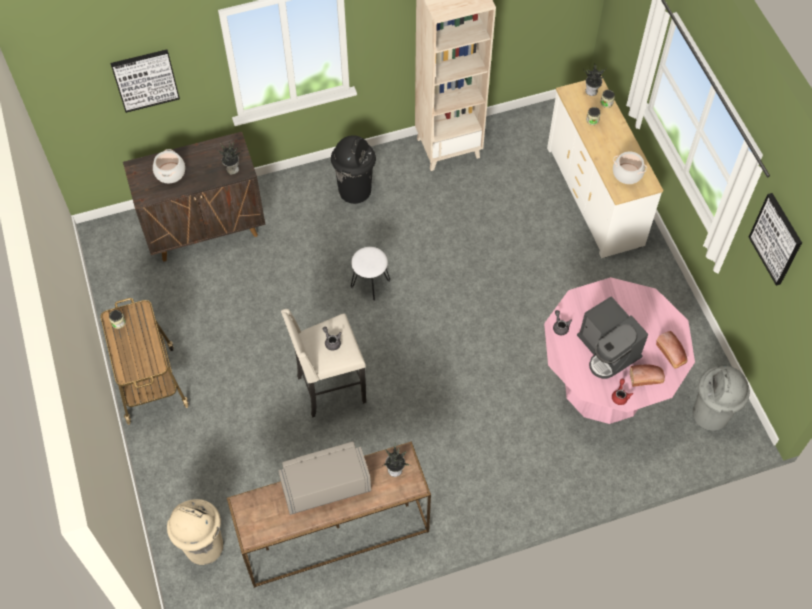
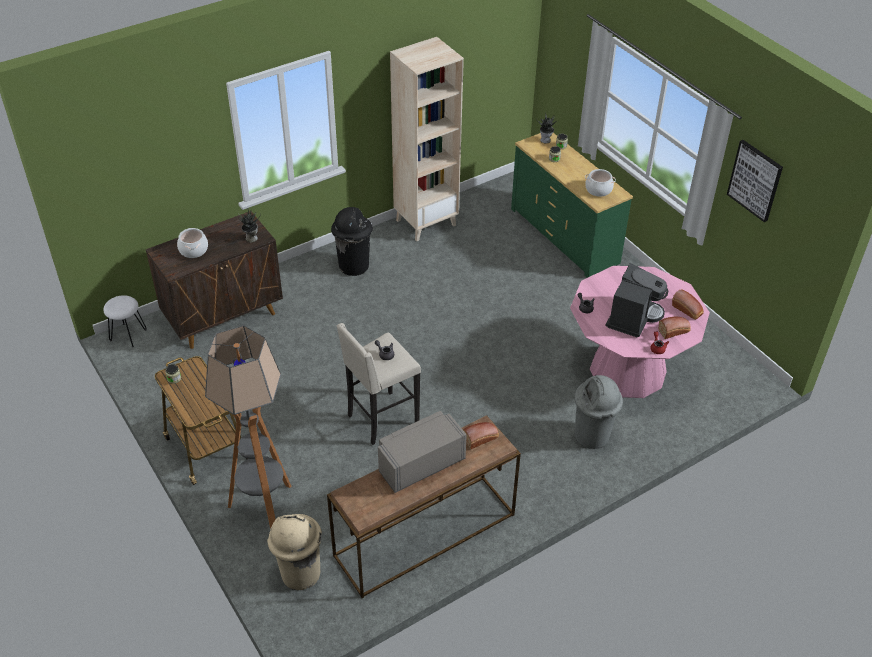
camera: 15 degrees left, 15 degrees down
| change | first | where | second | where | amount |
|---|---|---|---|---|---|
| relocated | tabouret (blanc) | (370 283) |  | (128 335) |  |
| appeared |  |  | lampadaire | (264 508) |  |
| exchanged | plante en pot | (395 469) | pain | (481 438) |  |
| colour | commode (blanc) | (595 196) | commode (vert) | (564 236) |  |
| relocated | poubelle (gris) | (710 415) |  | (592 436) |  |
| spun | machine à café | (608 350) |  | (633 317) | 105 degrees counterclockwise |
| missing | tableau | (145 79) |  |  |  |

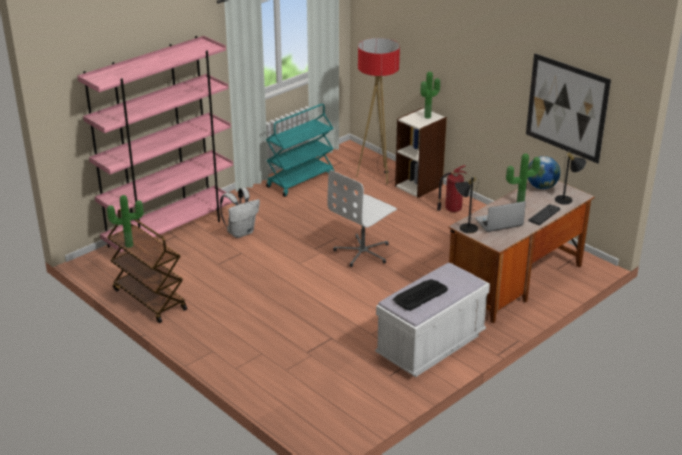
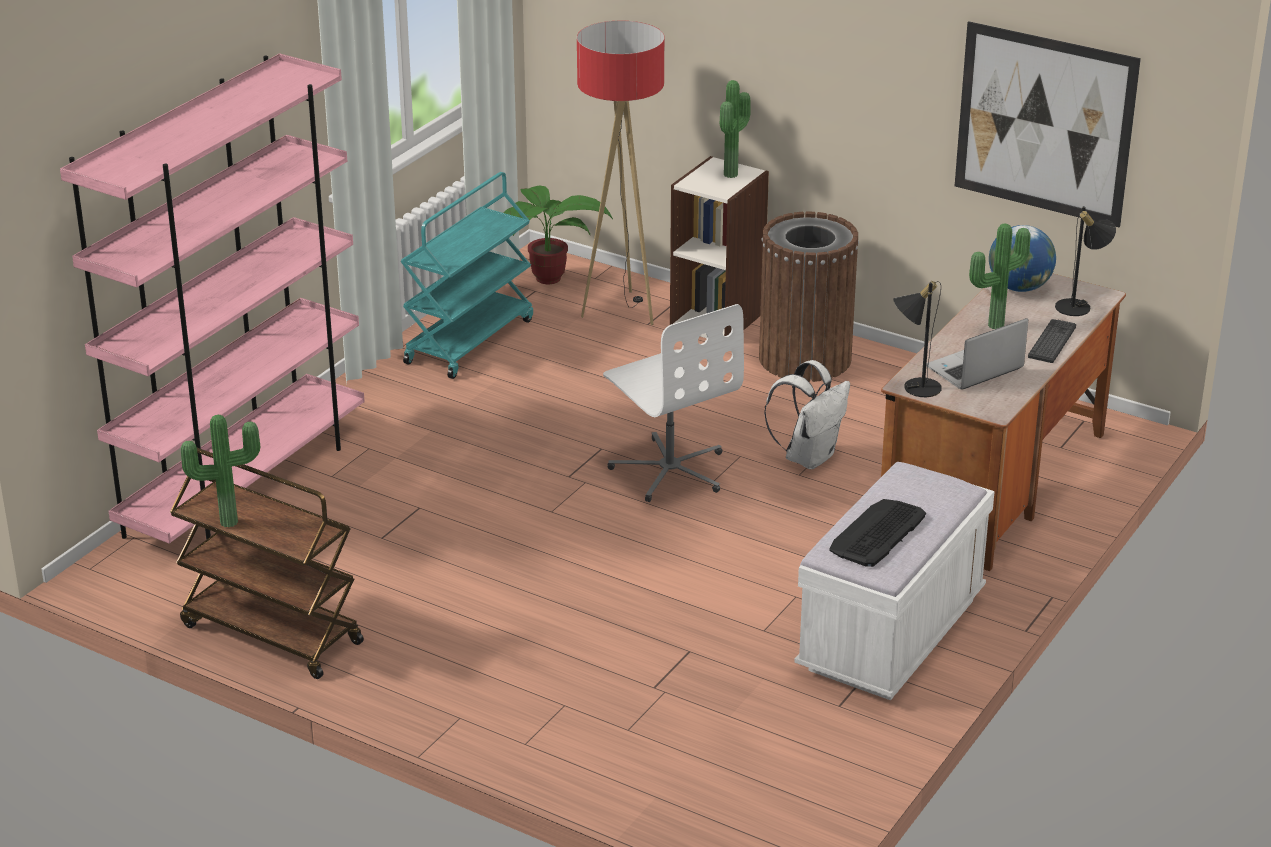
camera: 15 degrees left, 0 degrees up
| change | first | where | second | where | amount |
|---|---|---|---|---|---|
| appeared |  |  | plante en pot | (547 281) |  |
| spun | chaise de bureau (blanc) | (363 252) |  | (670 470) | 60 degrees counterclockwise |
| exchanged | extincteur | (452 209) | poubelle (marron) | (805 358) |  |
| relocated | sac à dos (blanc) | (241 232) |  | (809 457) |  |

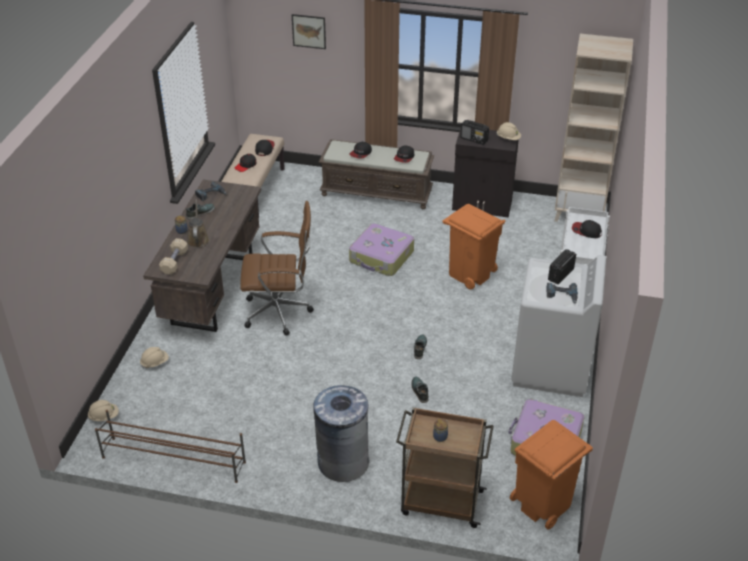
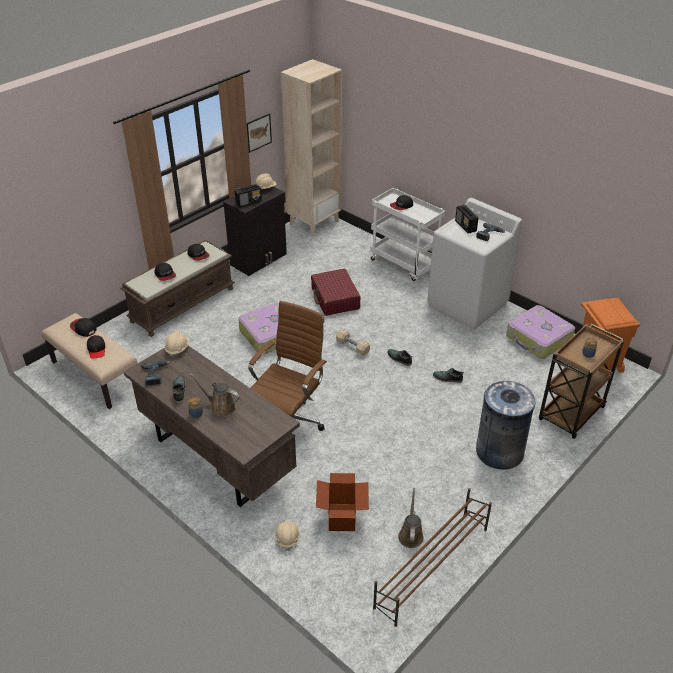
camera: 60 degrees left, 0 degrees up
| change | first | where | second | where | amount |
|---|---|---|---|---|---|
| relocated | casque de chantier (beige) | (104 416) |  | (177 349) |  |
| relocated | tableau | (309 31) |  | (258 132) |  |
| exchanged | poubelle (orange) | (470 274) | valise (rouge) | (335 299) |  |
| appeared |  |  | carton | (342 517) |  |
| relocated | haltère (beige) | (174 262) |  | (352 347) |  |
| appeared |  |  | arrosoir (marron) | (410 534) |  |

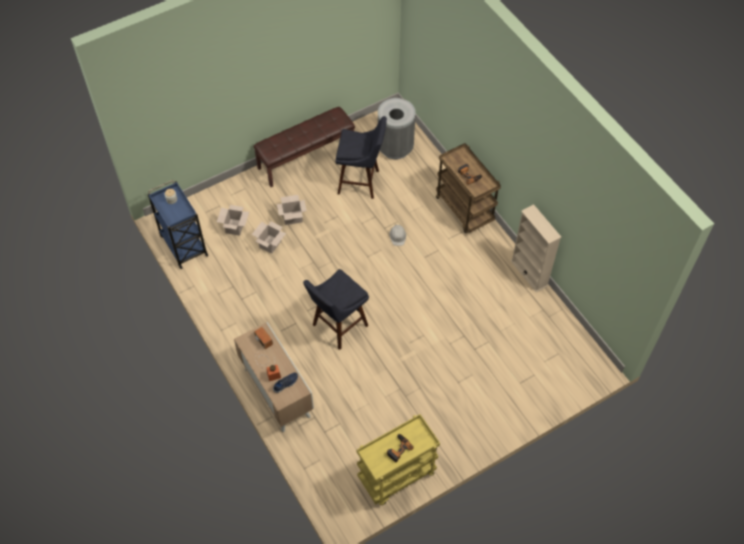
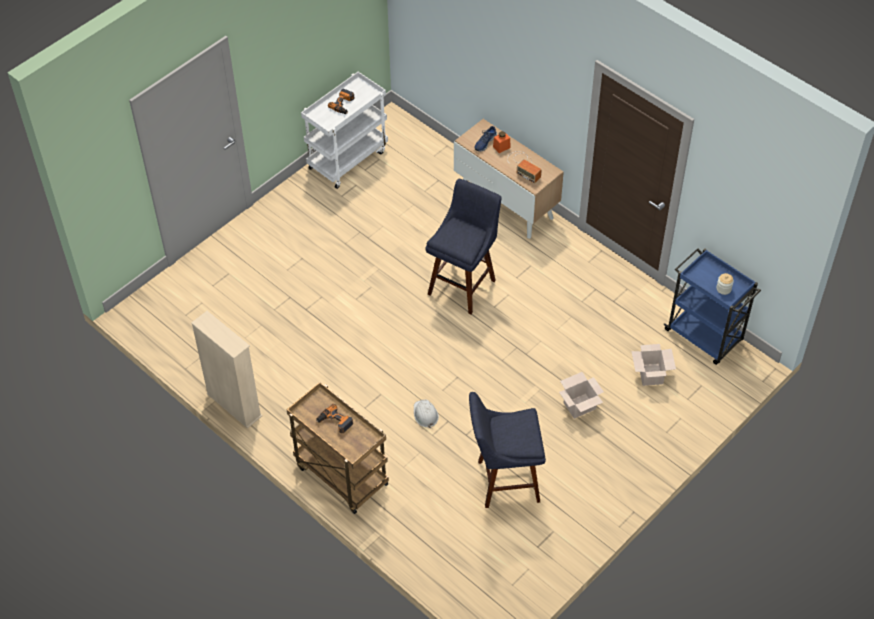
camera: 165 degrees right, 5 degrees down
| change | first | where | second | where | amount |
|---|---|---|---|---|---|
| colour | chariot (jaune) | (396 477) | chariot (blanc) | (347 159) |  |
| missing | carton | (270 243) |  |  |  |
| missing | banc (marron) | (306 157) |  |  |  |
| missing | poubelle (gris) | (395 148) |  |  |  |

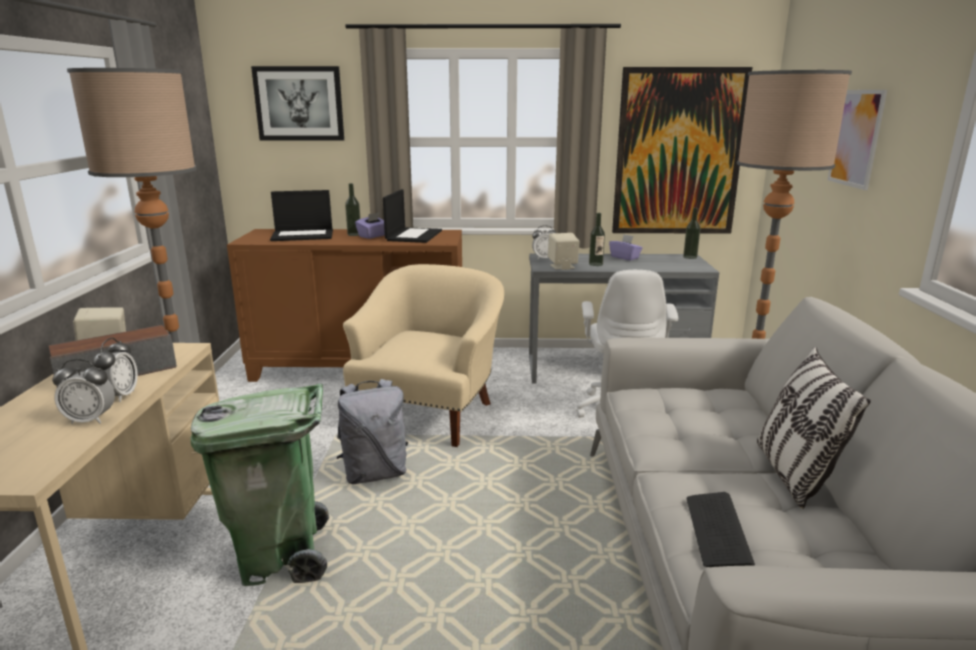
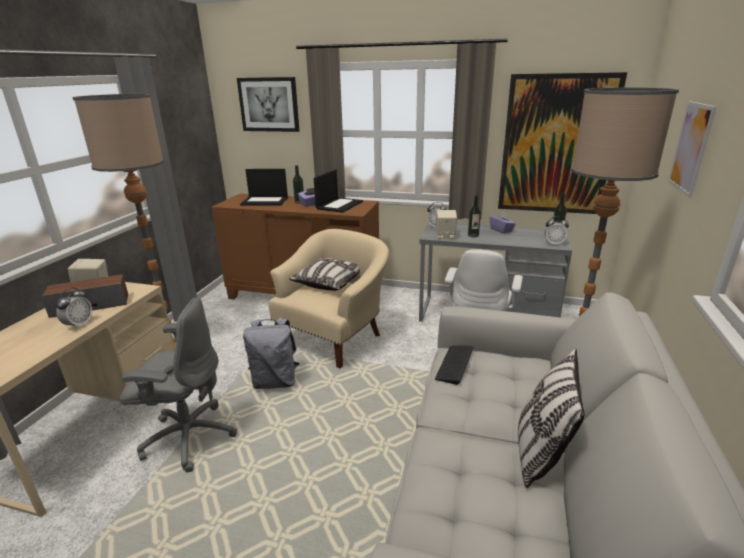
camera: 15 degrees right, 5 degrees up
| change | first | where | second | where | amount |
|---|---|---|---|---|---|
| exchanged | poubelle (vert) | (281 557) | chaise de bureau (gris) | (188 437) |  |
| appeared |  |  | coussin | (329 282) |  |
| relocated | clavier | (717 531) |  | (454 364) |  |
| relocated | réveil | (90 420) |  | (554 243) |  |

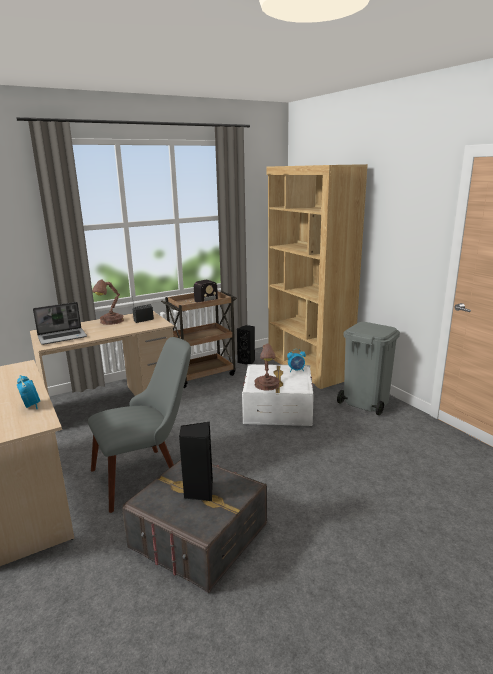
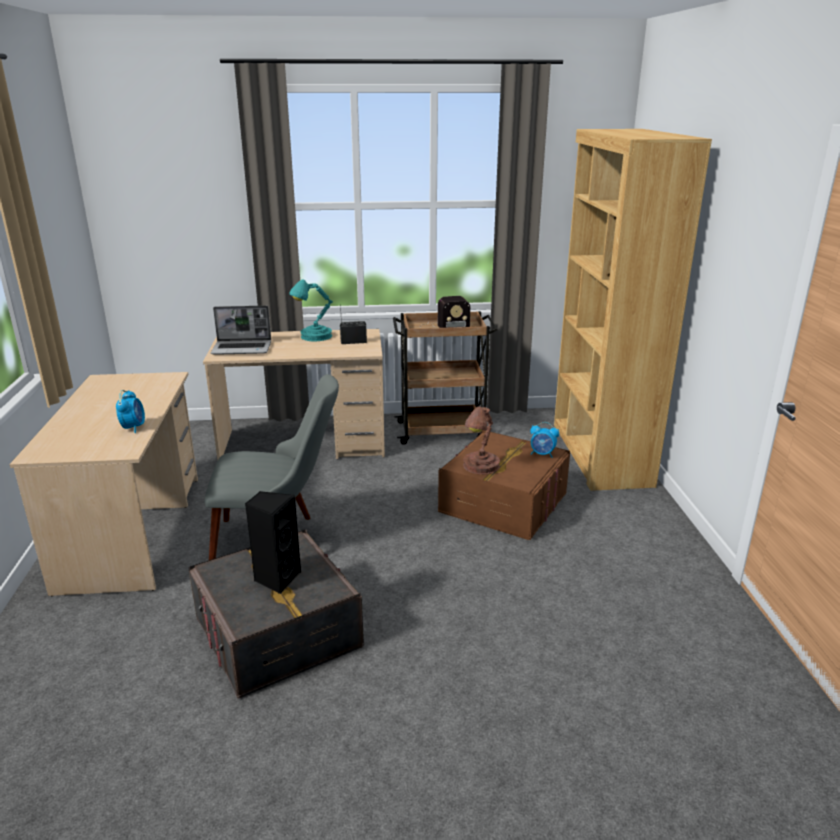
camera: 25 degrees right, 5 degrees up
| change | first | where | second | where | amount |
|---|---|---|---|---|---|
| colour | lampe de table (marron) | (110 321) | lampe de table (turquoise) | (314 337) |  |
| colour | boîte de rangement (blanc) | (278 408) | boîte de rangement (marron) | (503 503) |  |
| missing | enceinte (noir) | (247 362) |  |  |  |
| missing | poubelle (gris) | (365 402) |  |  |  |

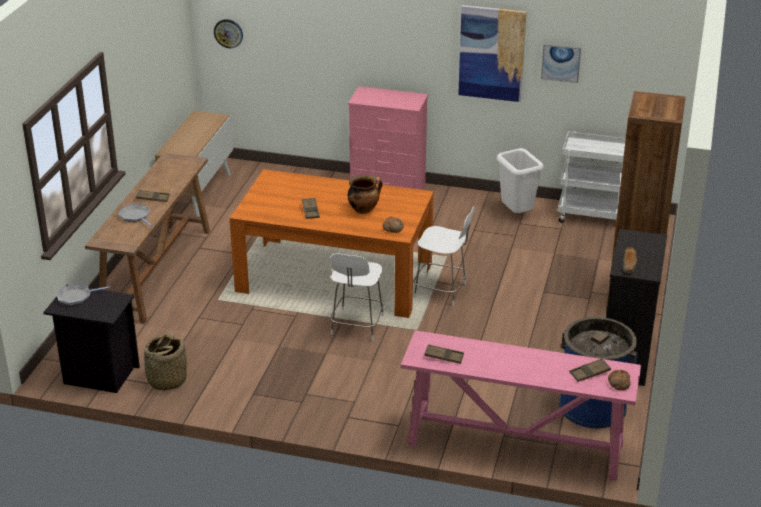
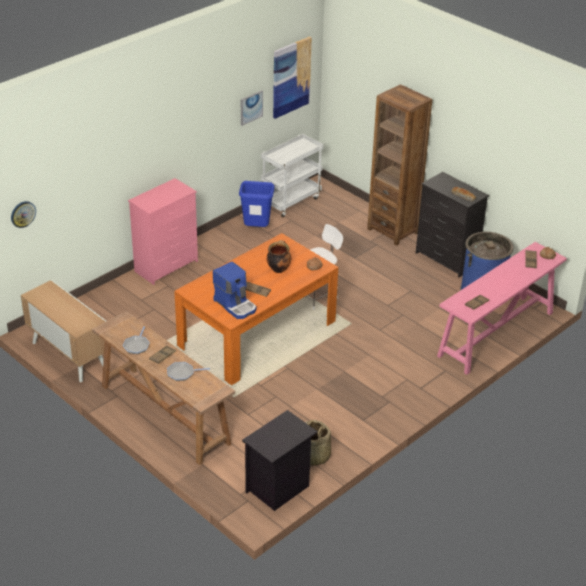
camera: 60 degrees left, 5 degrees up
| change | first | where | second | where | amount |
|---|---|---|---|---|---|
| relocated | poêle | (76 297) |  | (137 345) |  |
| appeared |  |  | machine à café | (235 305) |  |
| colour | poubelle (blanc) | (516 215) | poubelle (bleu) | (257 229) |  |
| relocated | tableau | (492 53) |  | (291 77) |  |
| missing | chaise (blanc) | (356 326) |  |  |  |

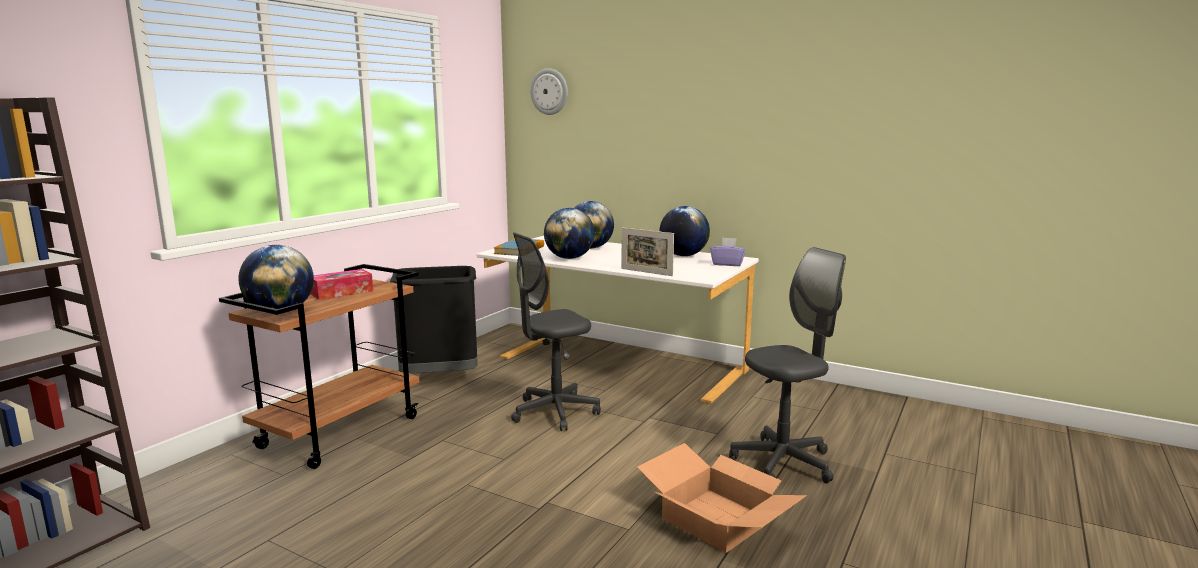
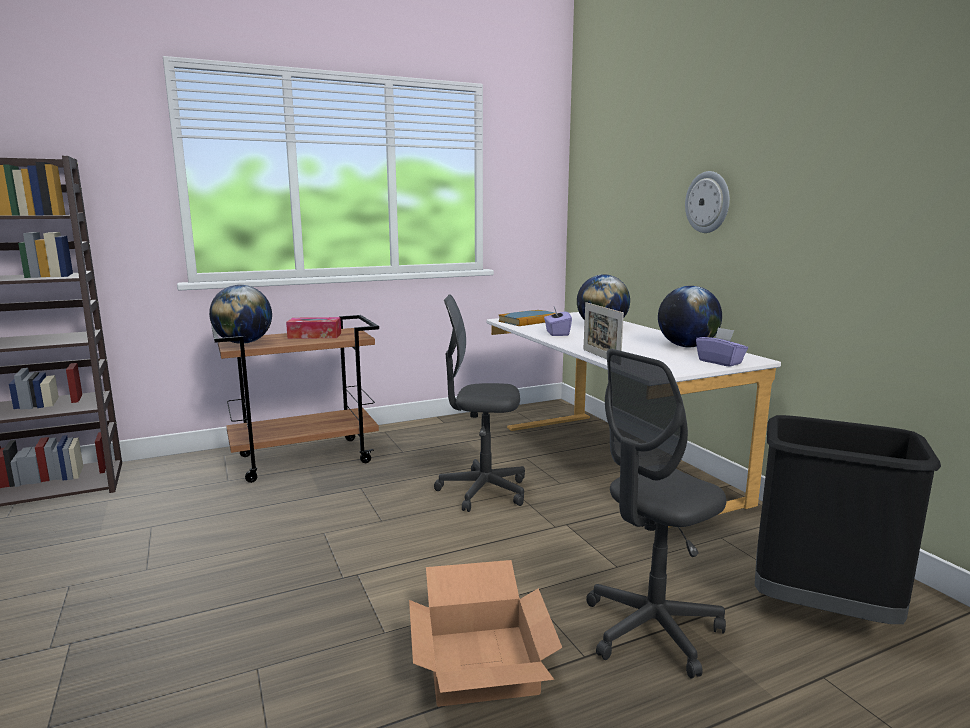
camera: 35 degrees right, 0 degrees up
| change | first | where | second | where | amount |
|---|---|---|---|---|---|
| exchanged | globe | (569 258) | boîte à mouchoirs (violet) | (556 333) |  |
| spun | chaise de bureau (gris) | (783 462) |  | (651 630) | 135 degrees clockwise |
| relocated | horloge murale | (549 91) |  | (708 202) |  |
| relocated | poubelle (noir) | (439 378) |  | (820 611) |  |

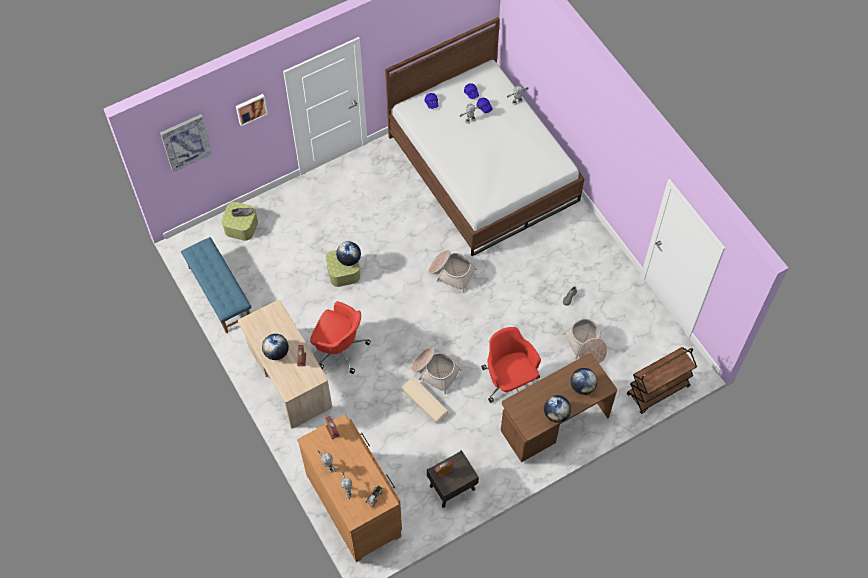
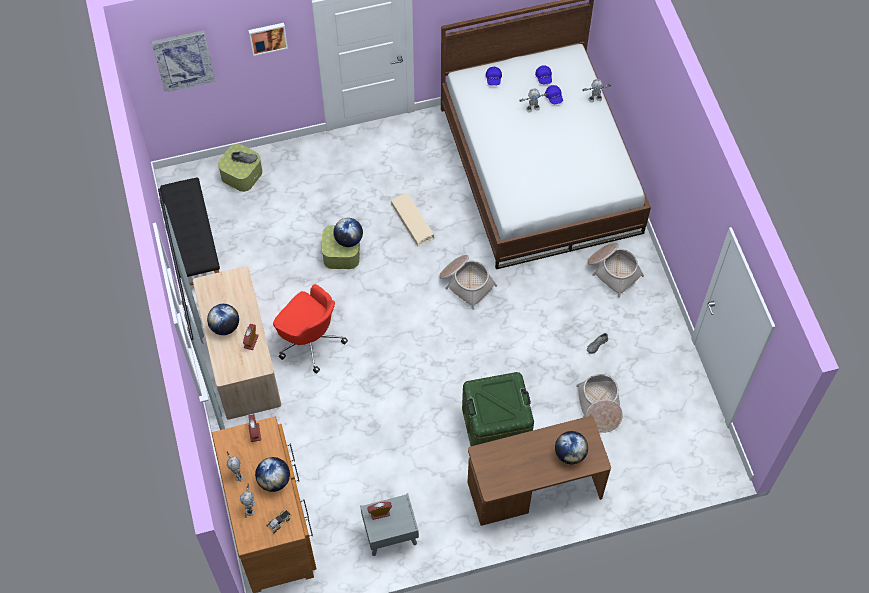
camera: 15 degrees right, 0 degrees up
| change | first | where | second | where | amount |
|---|---|---|---|---|---|
| colour | banc (bleu) | (219 293) | banc (noir) | (194 245) |  |
| relocated | globe | (556 414) |  | (274 480) |  |
| colour | table de chevet (marron) | (452 488) | table de chevet (gris) | (390 535) |  |
| relocated | boîte de rangement (beige) | (424 401) |  | (412 221) |  |
| exchanged | chaise de bureau (rouge) | (509 381) | boîte de rangement (vert) | (496 426) |  |
| relocated | panier | (435 371) |  | (613 271) |  |
| missing | chariot (marron) | (658 391) |  |  |  |

